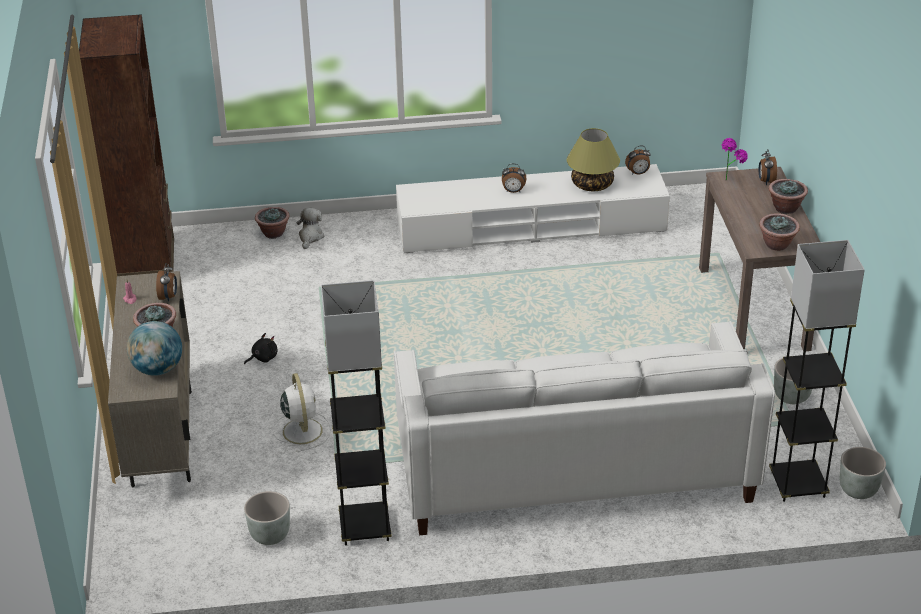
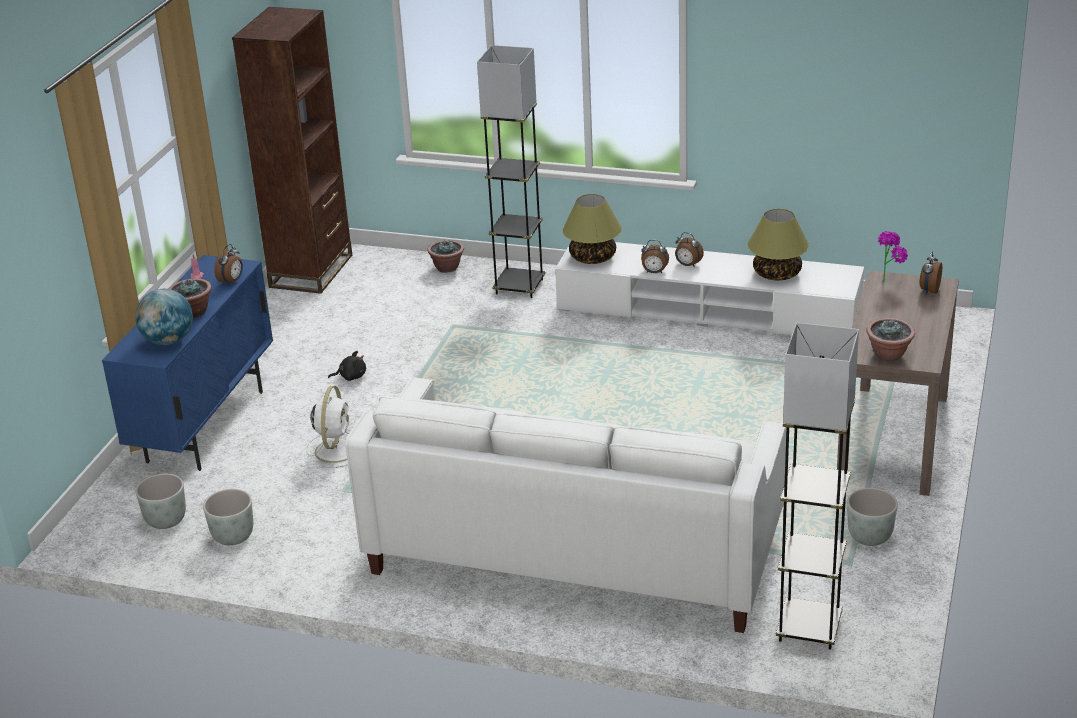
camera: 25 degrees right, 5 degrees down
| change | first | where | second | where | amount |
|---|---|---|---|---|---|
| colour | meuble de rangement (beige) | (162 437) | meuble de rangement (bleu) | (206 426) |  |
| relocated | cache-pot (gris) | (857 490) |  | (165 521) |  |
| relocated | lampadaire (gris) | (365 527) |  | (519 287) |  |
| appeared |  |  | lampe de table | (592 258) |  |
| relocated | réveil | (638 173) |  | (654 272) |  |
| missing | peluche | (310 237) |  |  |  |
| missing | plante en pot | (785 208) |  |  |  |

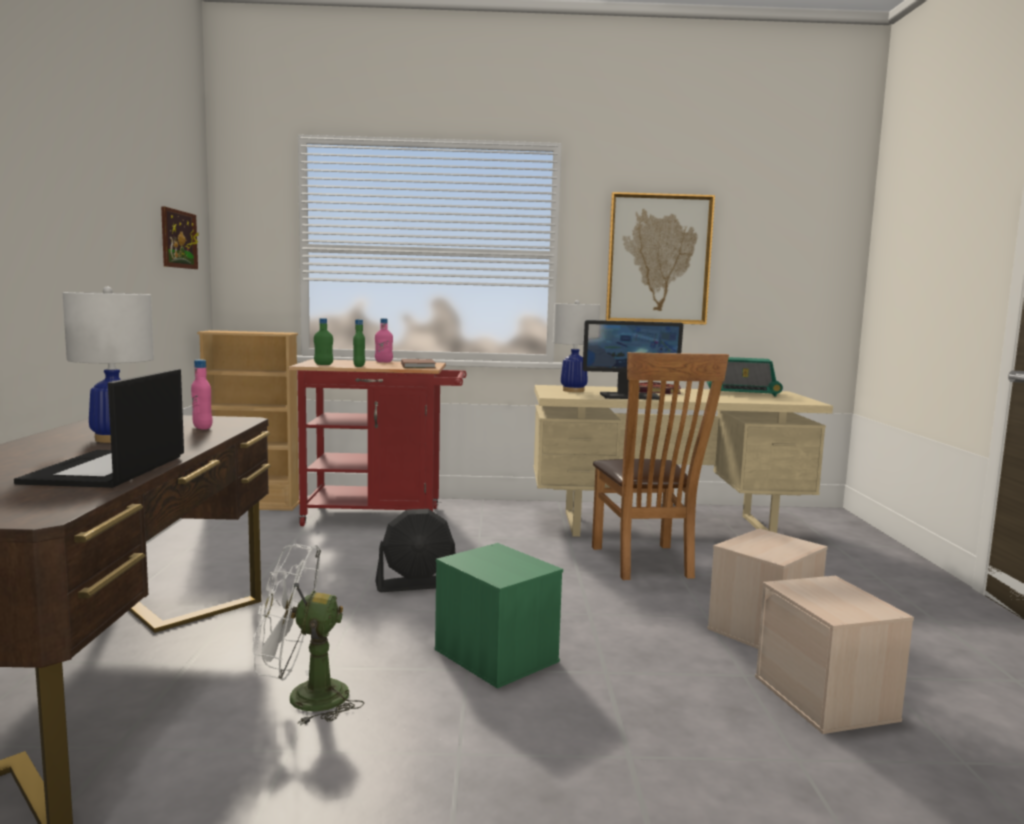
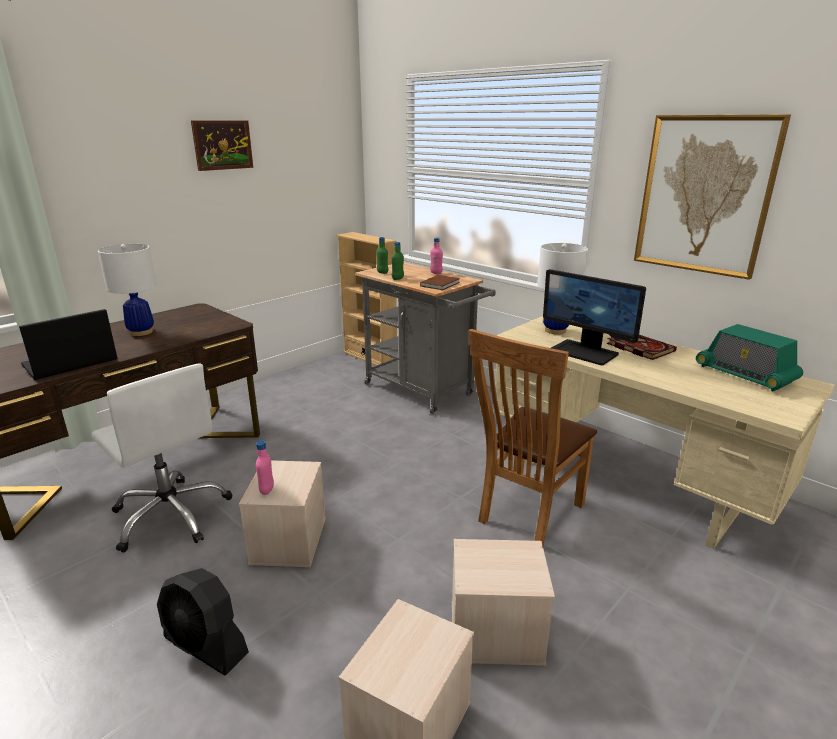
camera: 45 degrees right, 15 degrees up
| change | first | where | second | where | amount |
|---|---|---|---|---|---|
| exchanged | ventilateur (blanc) | (304 698) | chaise de bureau (blanc) | (171 515) |  |
| relocated | ventilateur (noir) | (416 584) |  | (205 646) |  |
| relocated | tableau | (179 239) |  | (222 145) |  |
| colour | boîte de rangement (vert) | (494 655) | boîte de rangement (beige) | (288 539) |  |
| relocated | bouteille (rose) | (202 428) |  | (267 490) |  |
| colour | chariot (rouge) | (382 516) | chariot (gris) | (423 391) |  |

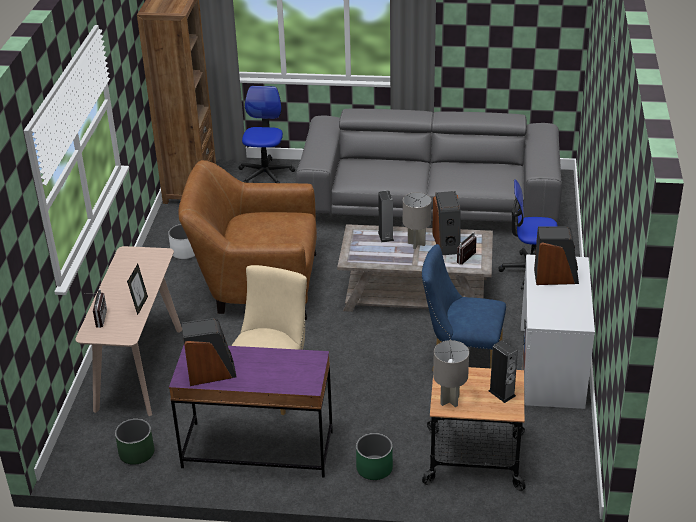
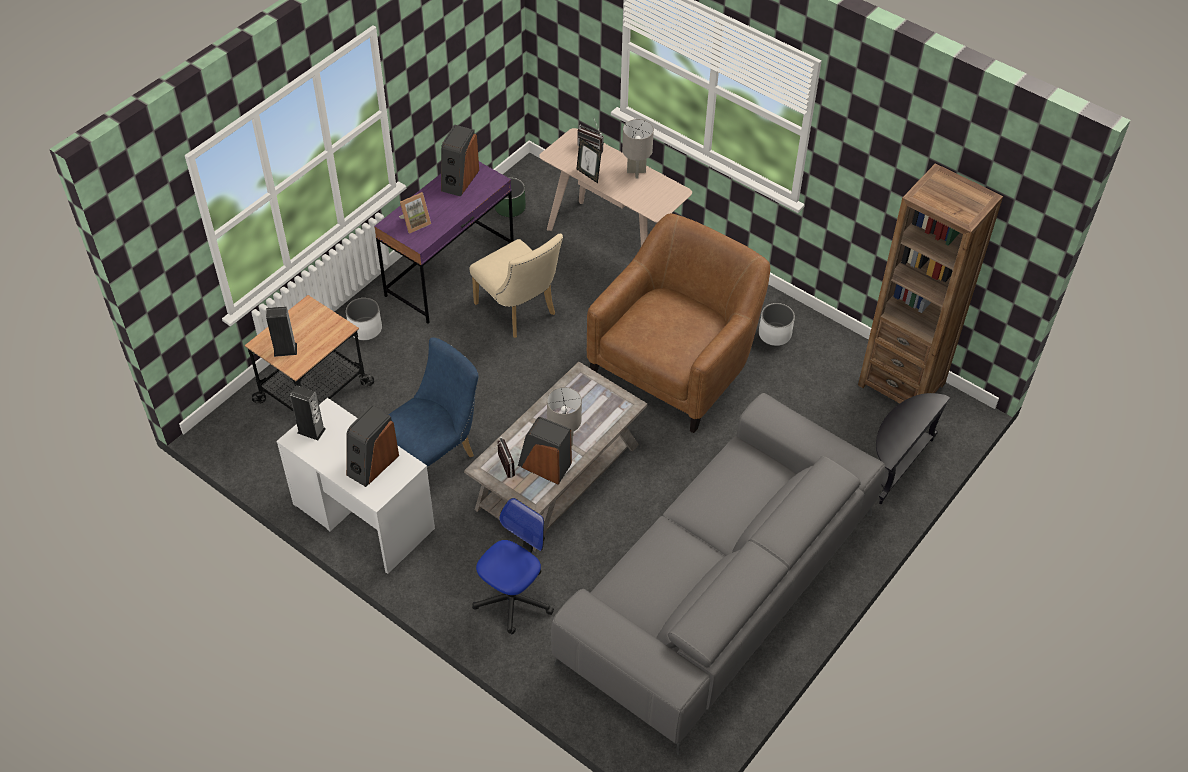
camera: 120 degrees right, 15 degrees up
| change | first | where | second | where | amount |
|---|---|---|---|---|---|
| relocated | enceinte | (385 236) |  | (311 430) |  |
| colour | cache-pot (vert) | (374 468) | cache-pot (blanc) | (365 329) |  |
| appeared |  |  | cadre photo | (415 223) |  |
| relocated | lampe de table (gris) | (450 400) |  | (636 172) |  |
| exchanged | chaise de bureau | (265 173) | table d'appoint (noir) | (896 465) |  |

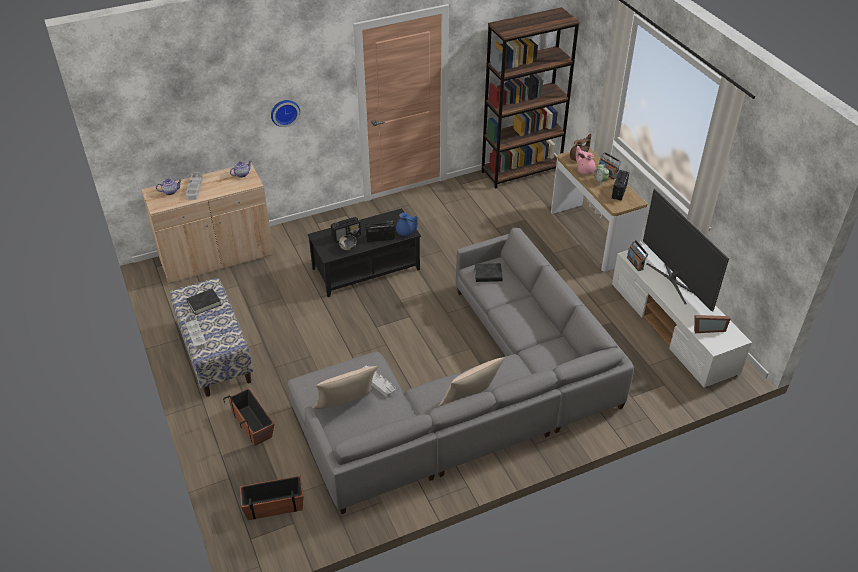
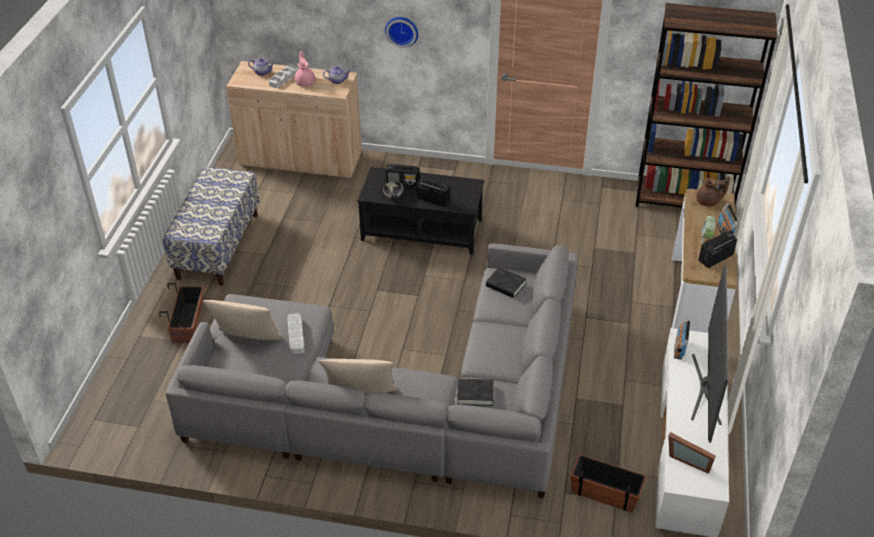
camera: 35 degrees right, 0 degrees up
| change | first | where | second | where | amount |
|---|---|---|---|---|---|
| relocated | théière (rose) | (585 170) |  | (305 82) |  |
| relocated | livre (noir) | (204 303) |  | (475 394) |  |
| relocated | cache-pot | (274 505) |  | (605 492) |  |
| missing | plateau (gris) | (196 334) |  |  |  |
| missing | théière (bleu) | (406 232) |  |  |  |

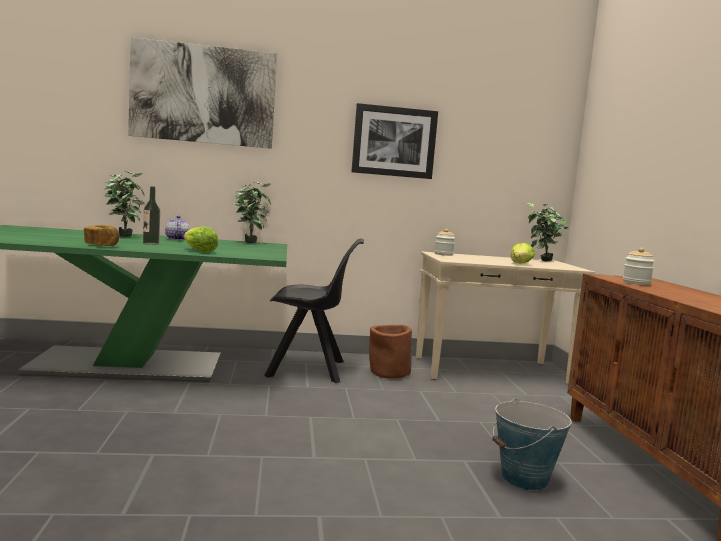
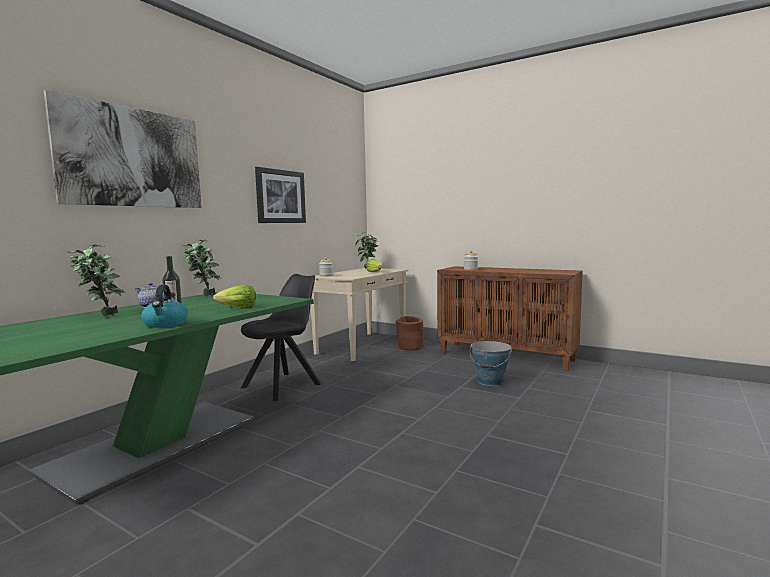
camera: 50 degrees left, 0 degrees up
| change | first | where | second | where | amount |
|---|---|---|---|---|---|
| exchanged | pain | (102 245) | bouilloire | (165 324) |  |
| relocated | cache-pot (marron) | (389 373) |  | (410 347) |  |

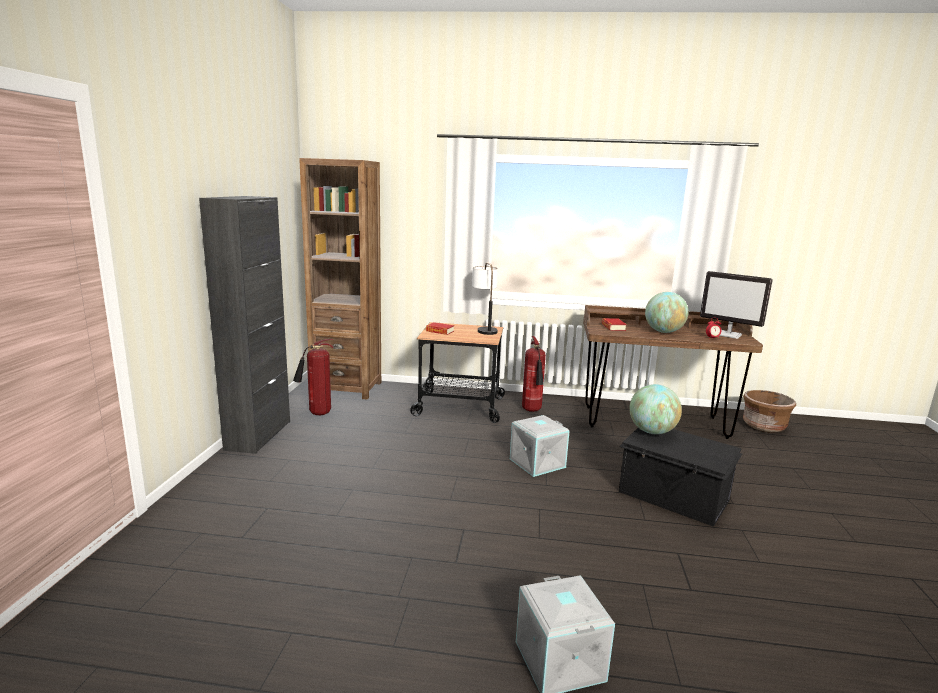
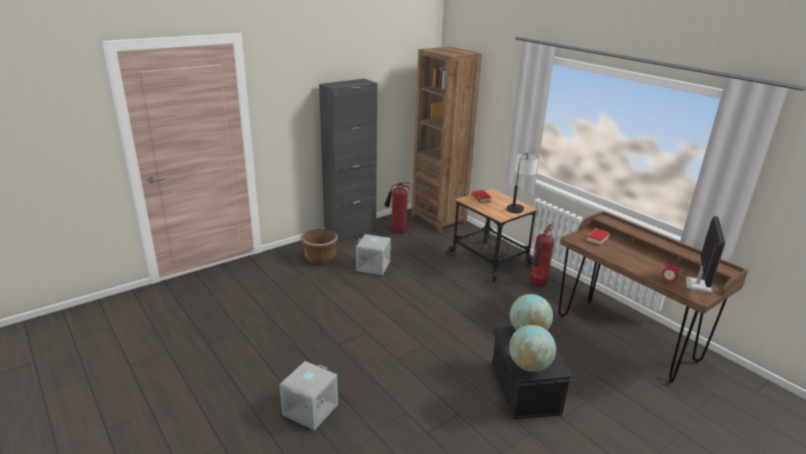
camera: 45 degrees right, 10 degrees up
| change | first | where | second | where | amount |
|---|---|---|---|---|---|
| relocated | cache-pot (marron) | (763 426) |  | (320 258) |  |
| relocated | boîte de rangement (gris) | (537 462) |  | (373 266) |  |
| relocated | globe | (663 332) |  | (529 366) |  |
| spun | écran d'ordinateur | (728 335) |  | (698 285) | 150 degrees counterclockwise |

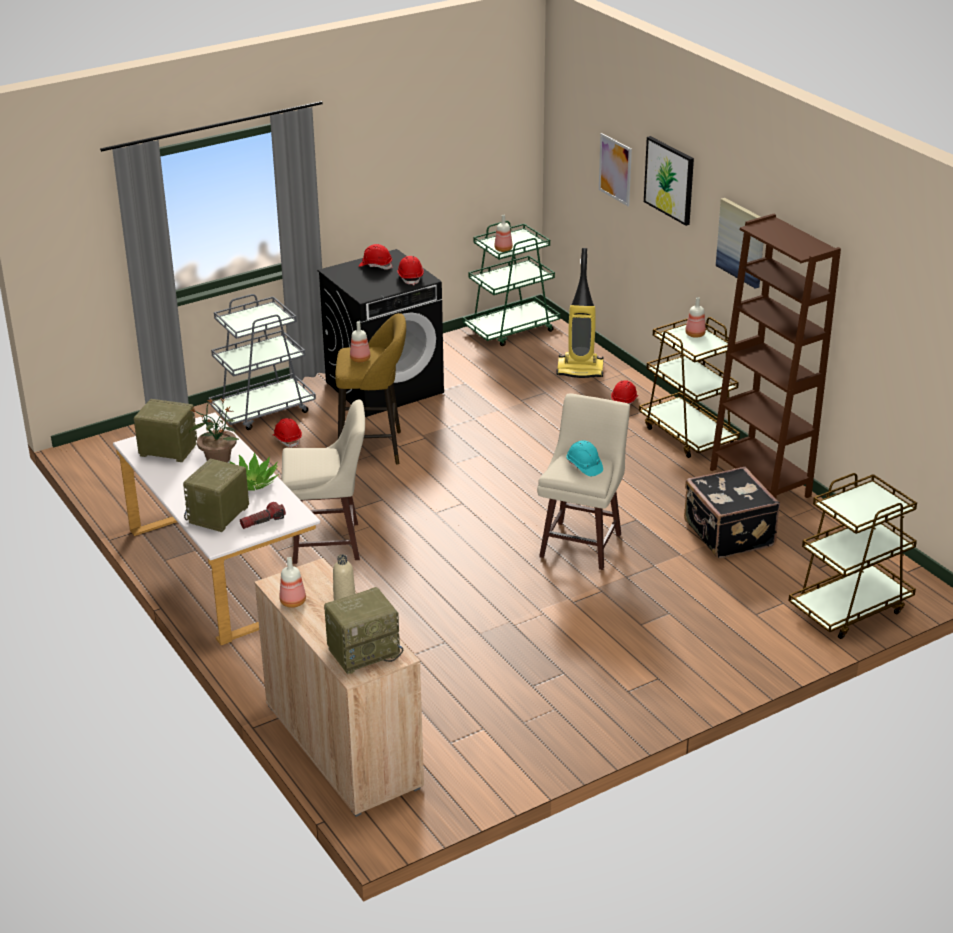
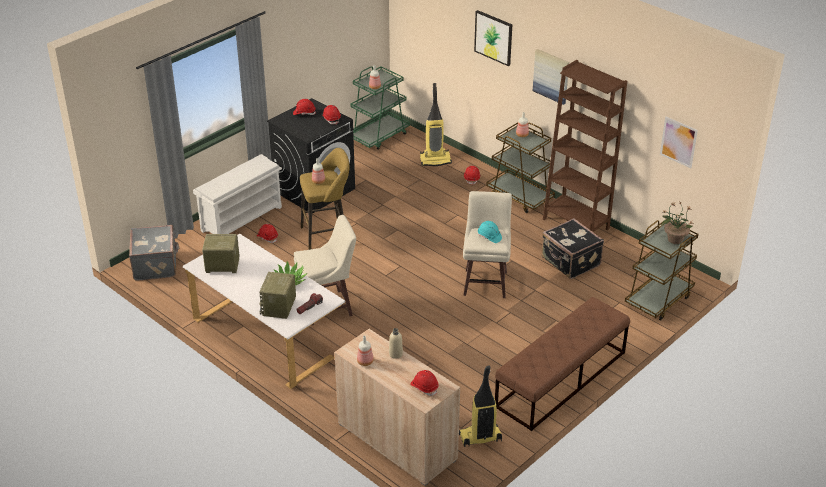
camera: 15 degrees left, 5 degrees up
| change | first | where | second | where | amount |
|---|---|---|---|---|---|
| appeared |  |  | valise (gris) | (156 265) |  |
| exchanged | chariot (gris) | (263 410) | étagère à chaussures (blanc) | (242 218) |  |
| exchanged | radio | (364 651) | casque de chantier (rouge) | (424 387) |  |
| appeared |  |  | aspirateur | (480 438) |  |
| appeared |  |  | banc (marron) | (560 379) |  |
| relocated | tableau | (615 169) |  | (678 142) |  |
| relocated | plante en pot | (218 458) |  | (674 239) |  |

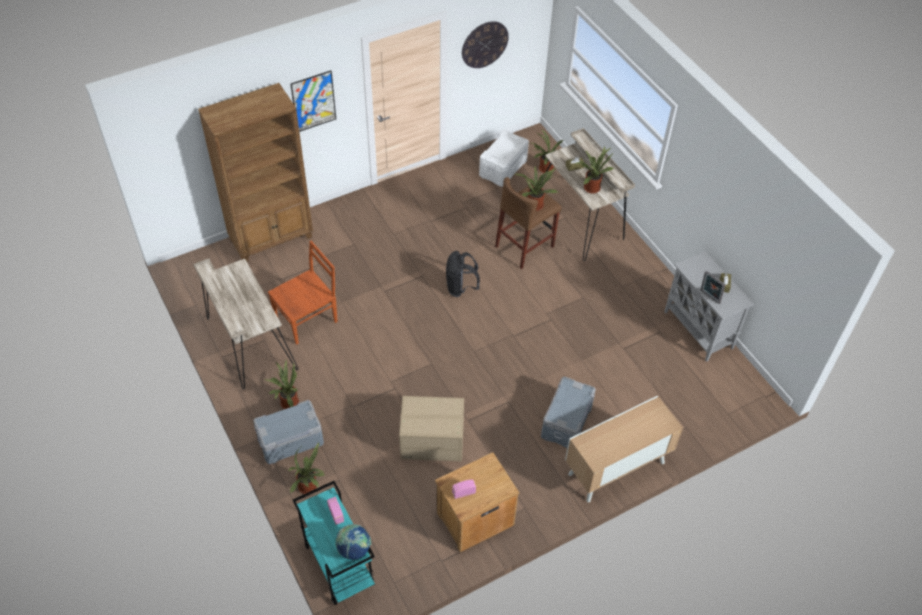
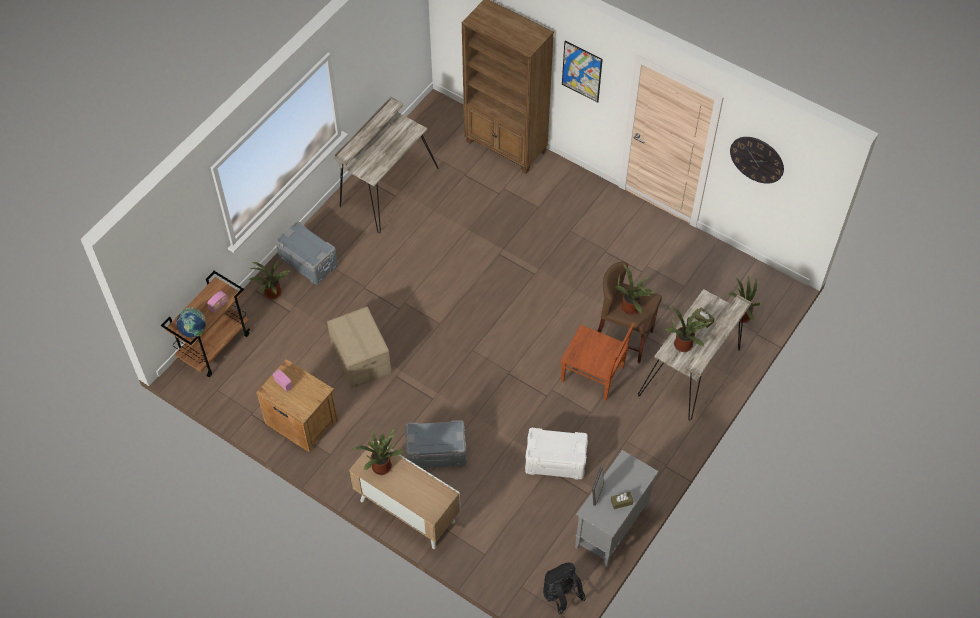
camera: 65 degrees right, 5 degrees up
| change | first | where | second | where | amount |
|---|---|---|---|---|---|
| colour | chariot (turquoise) | (338 564) | chariot (marron) | (215 346) |  |
| relocated | plante en pot | (287 402) |  | (381 465) |  |
| relocated | boîte de rangement (blanc) | (502 168) |  | (555 460) |  |
| relocated | sac à dos (noir) | (460 288) |  | (561 596) |  |
| relocated | chaise (marron) | (307 319) |  | (594 375) |  |

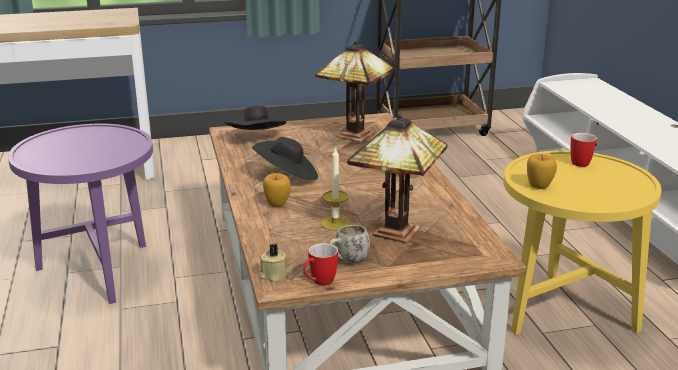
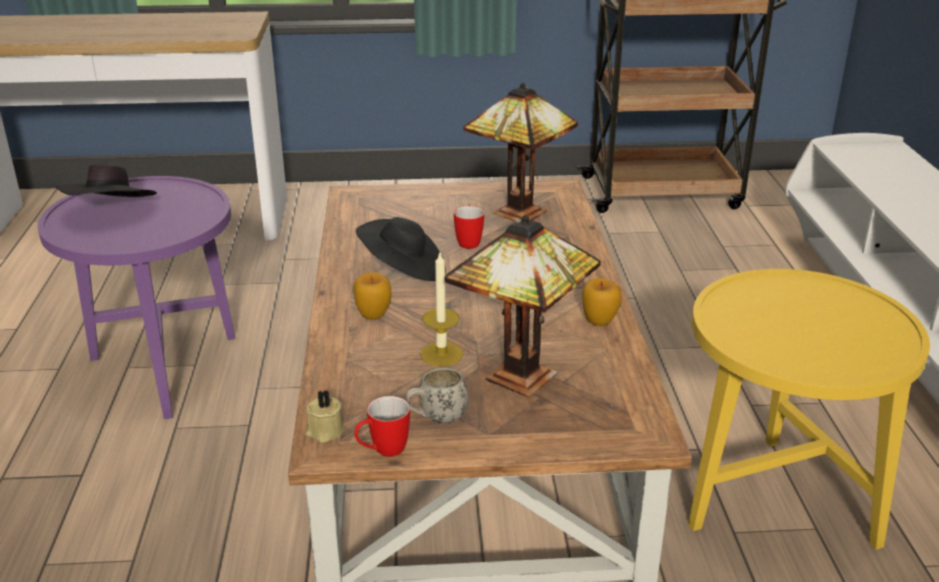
camera: 10 degrees right, 5 degrees up
| change | first | where | second | where | amount |
|---|---|---|---|---|---|
| relocated | chapeau (noir) | (257 139) |  | (112 213) |  |
| relocated | mug | (578 161) |  | (469 241) |  |
| relocated | pomme | (539 186) |  | (599 321) |  |

